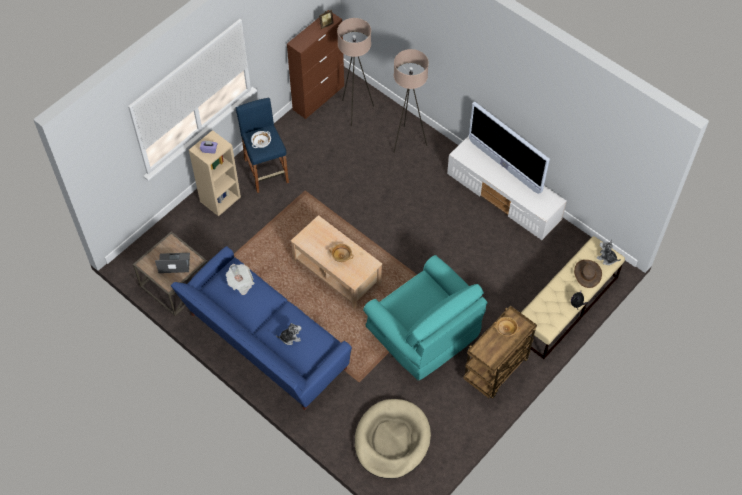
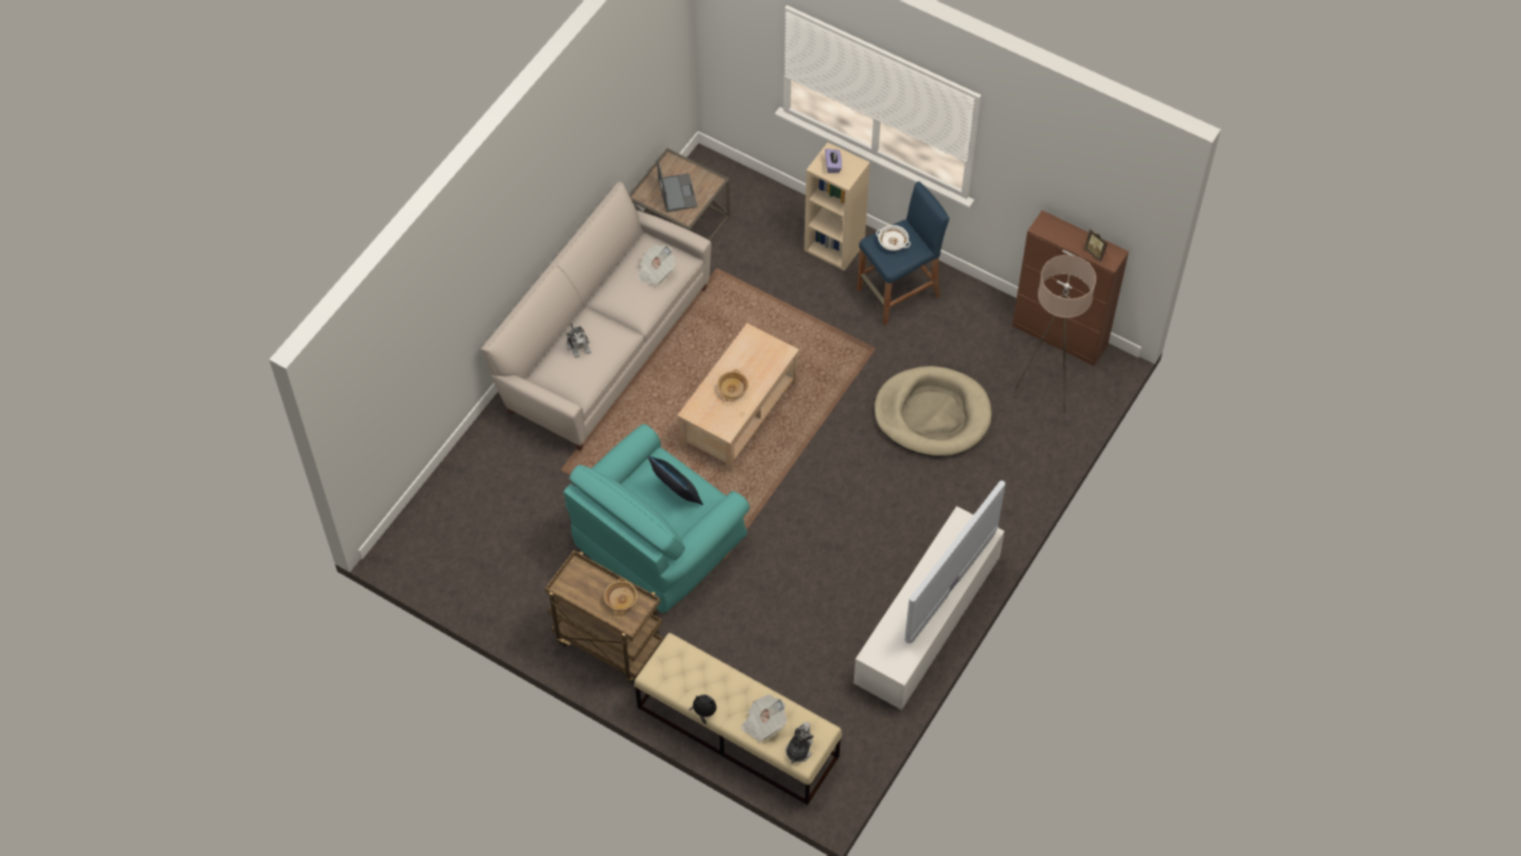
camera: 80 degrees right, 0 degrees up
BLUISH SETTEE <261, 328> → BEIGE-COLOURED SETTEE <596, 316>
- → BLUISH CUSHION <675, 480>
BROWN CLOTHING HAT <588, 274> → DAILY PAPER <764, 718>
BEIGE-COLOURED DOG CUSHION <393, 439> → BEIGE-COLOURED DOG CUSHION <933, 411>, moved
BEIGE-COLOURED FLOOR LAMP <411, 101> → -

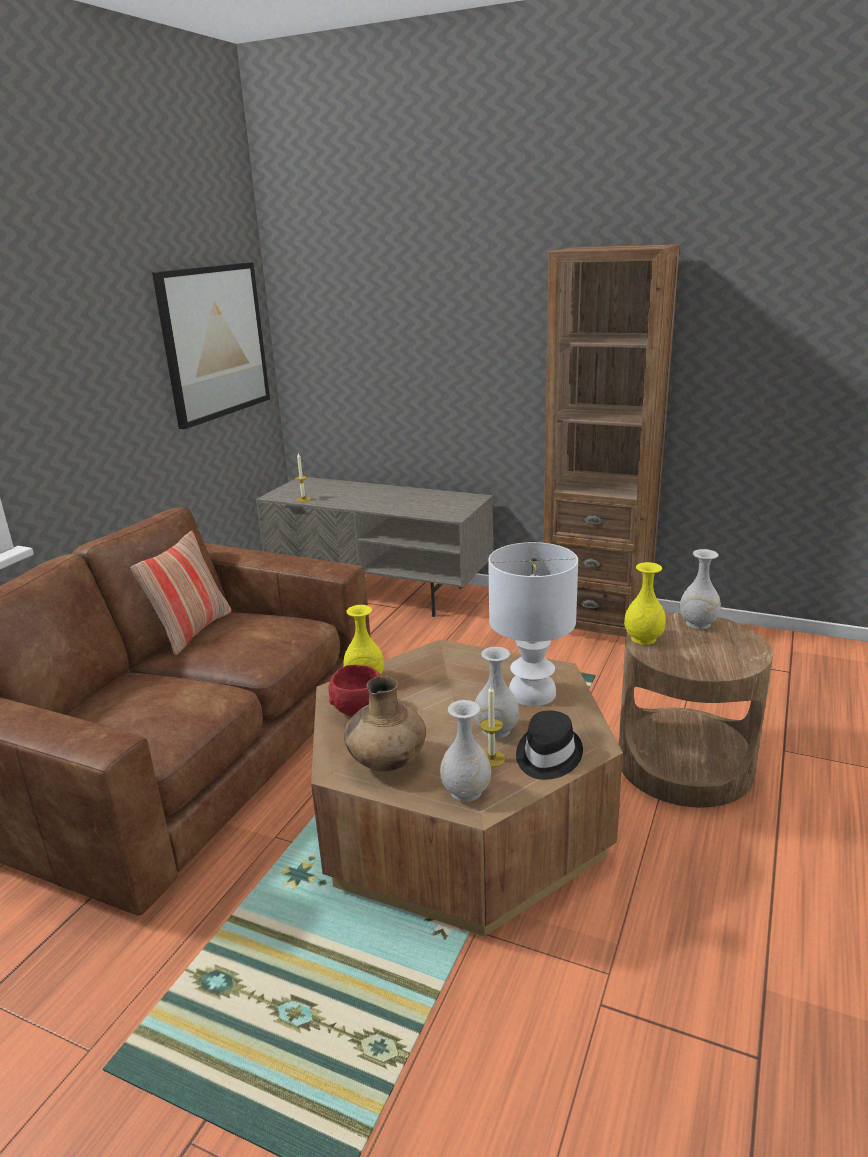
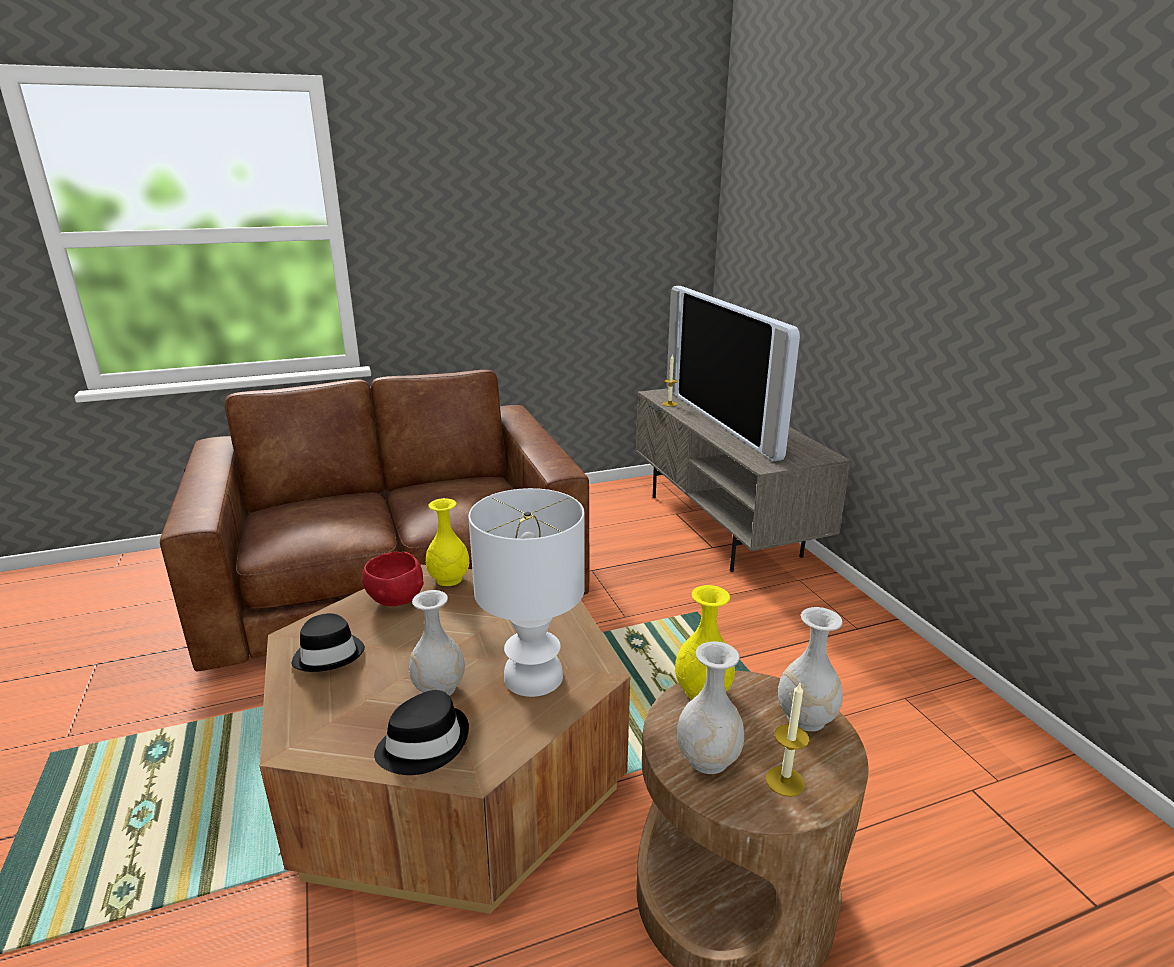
camera: 45 degrees right, 0 degrees up
BROWN VASE <385, 723> → BLACK-COLOURED CLOTHING HAT <328, 642>
- → TELEVISION <733, 373>
WHITE-COLOURED VASE <465, 751> → WHITE-COLOURED VASE <710, 707>, moved
WAX CANDLE <492, 726> → WAX CANDLE <787, 740>, moved
CUSHION <181, 593> → -
WALL PICTURE <211, 345> → -
BROWN BOOKSHELF <612, 440> → -

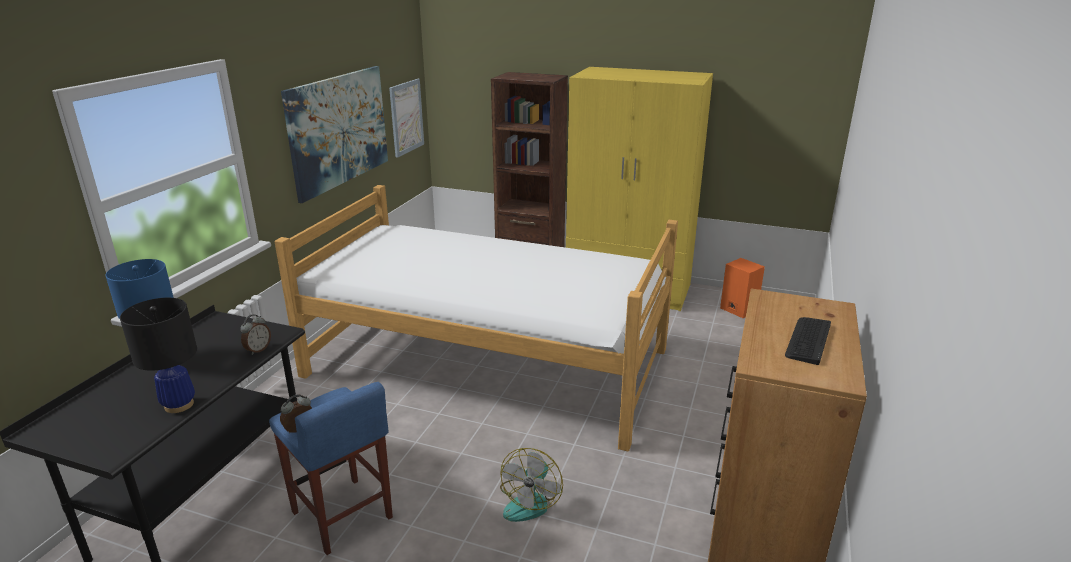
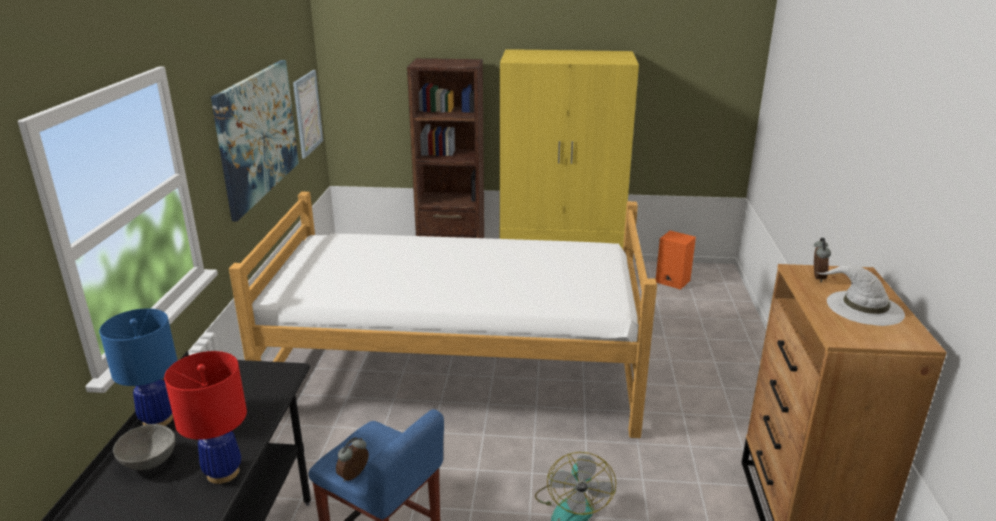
camera: 15 degrees left, 0 degrees up
- → GREYISH DEEP DISH <144, 447>
BLACK-COLOURED LAMP FOR A TABLE <158, 355> → REDDISH LAMP FOR A TABLE <205, 417>
BEDSIDE CLOCK <255, 334> → BEDSIDE CLOCK <822, 260>, moved
COMPUTER KEYBOARD <808, 341> → WHITE-COLOURED CLOTHING HAT <861, 295>

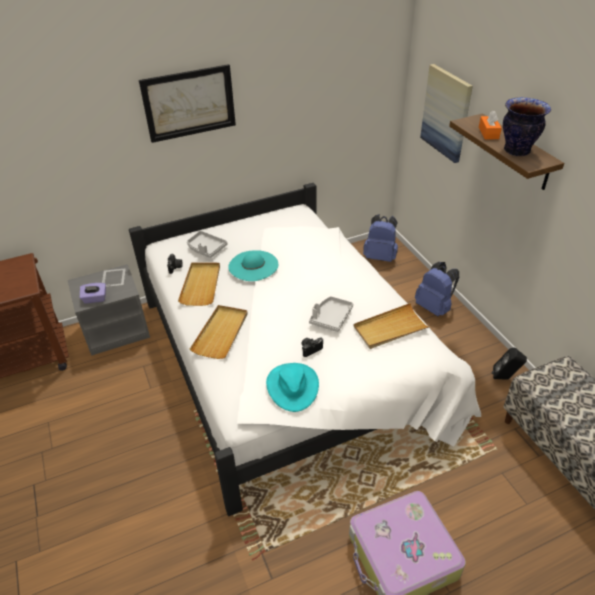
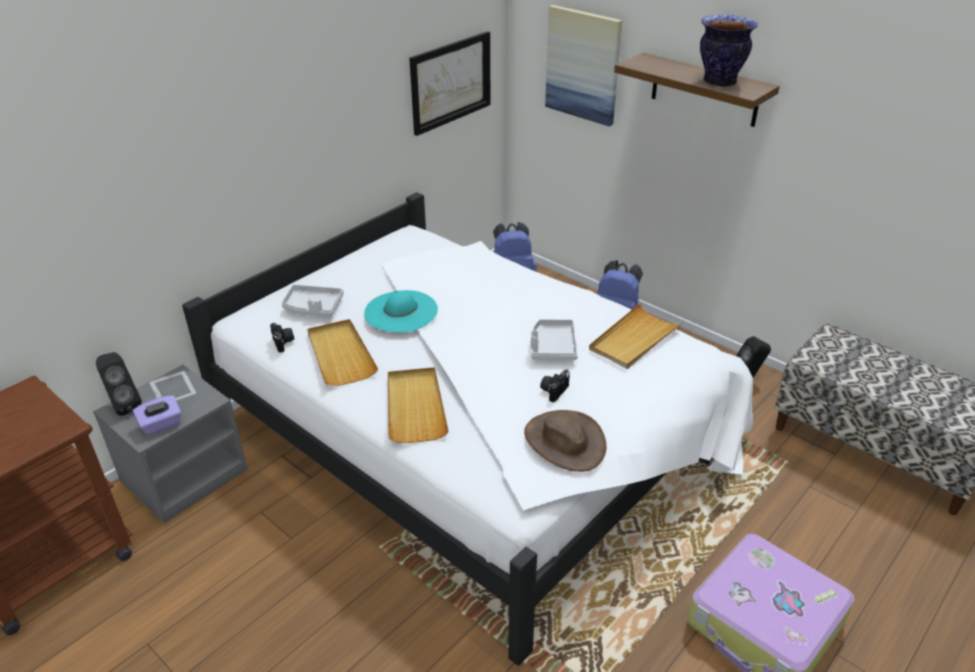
camera: 25 degrees left, 5 degrees down
- → BLACK-COLOURED LOUDSPEAKER <119, 384>
WALL PICTURE <187, 103> → WALL PICTURE <449, 83>, moved
BLUE-GREEN CLOTHING HAT <292, 387> → BROWN CLOTHING HAT <565, 441>
ORANGE BOX OF TISSUES <490, 125> → -

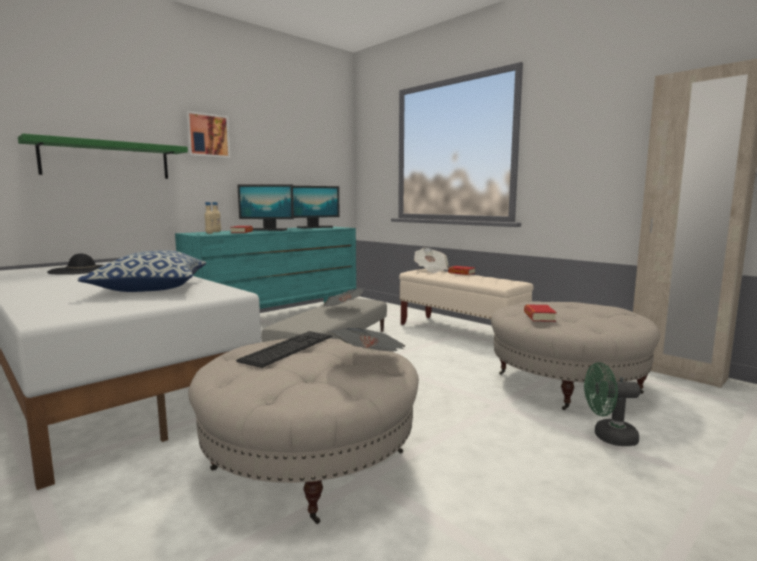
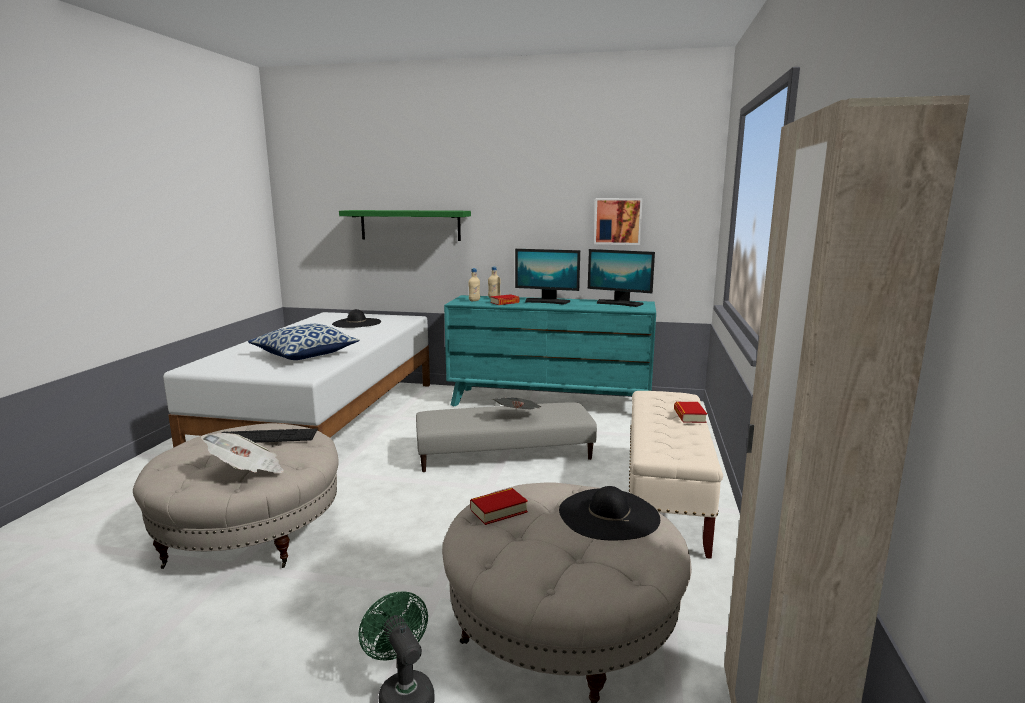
camera: 55 degrees right, 5 degrees up
COMPUTER DISPLAY <265, 207> → COMPUTER DISPLAY <547, 277>, 45 degrees counterclockwise
- → BLACK-COLOURED CLOTHING HAT <609, 513>
WALL PICTURE <207, 134> → WALL PICTURE <618, 221>, moved
DAILY PAPER <431, 260> → -

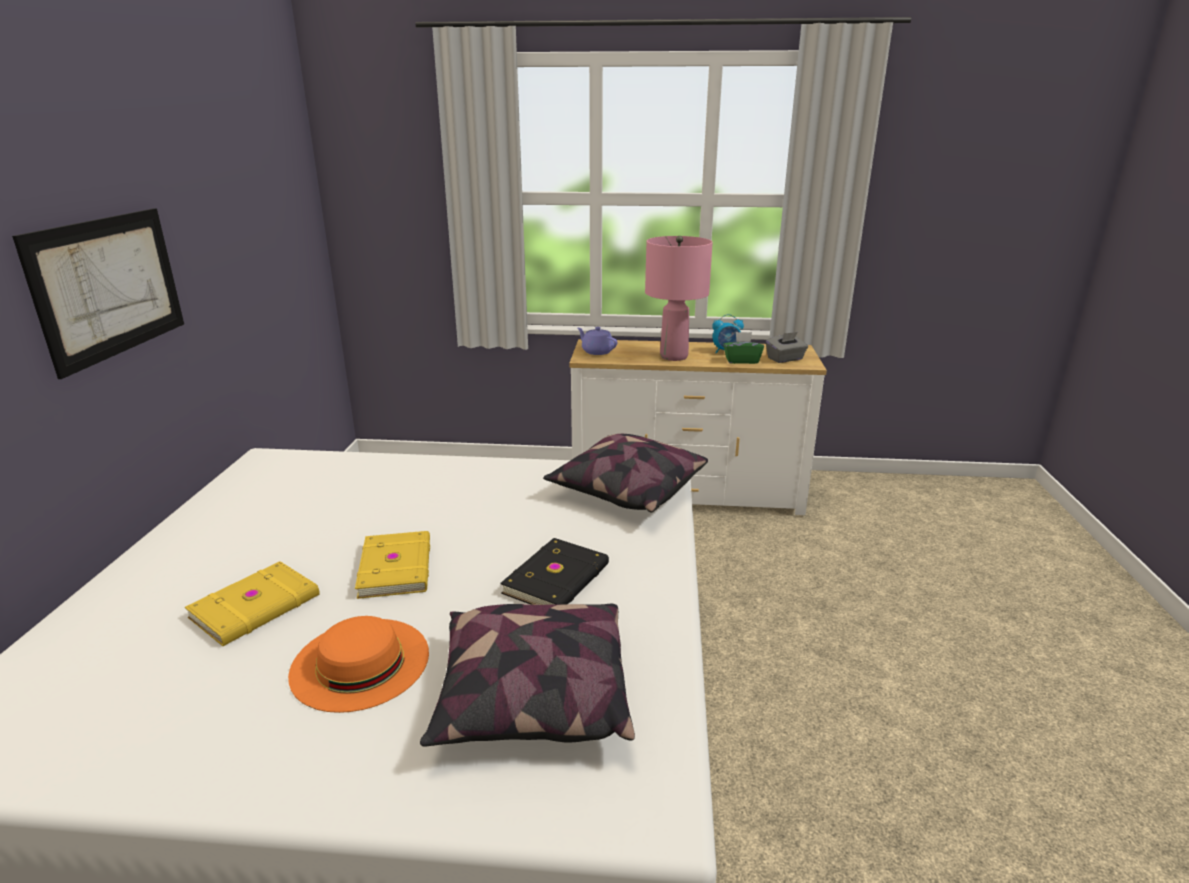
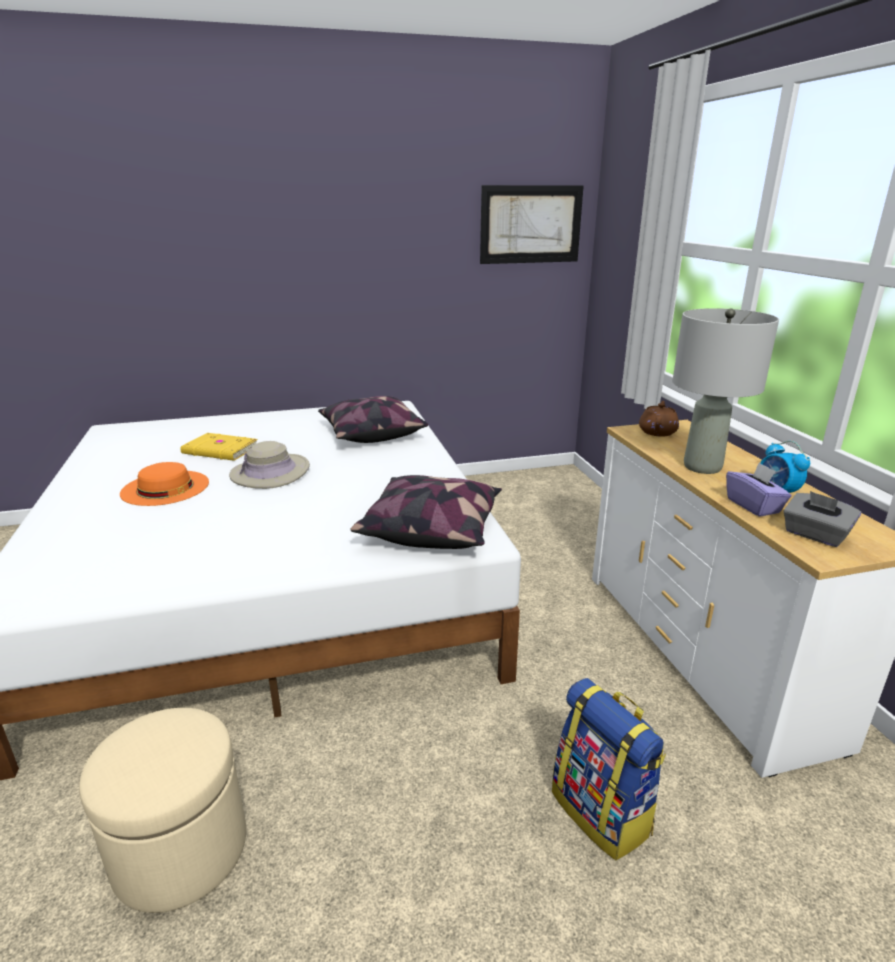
camera: 70 degrees right, 0 degrees up
- → BEIGE-COLOURED POUFFE <162, 810>
YELLOW BOUND BOOK <392, 565> → BEIGE-COLOURED CLOTHING HAT <269, 465>
CUSHION <527, 675> → CUSHION <373, 419>, moved
WALL PICTURE <98, 293> → WALL PICTURE <532, 224>, moved
- → RUCKSACK <609, 769>
PURPLE-COLOURED TEAPOT <597, 341> → BROWN TEAPOT <659, 419>
PINK-COLOURED LAMP FOR A TABLE <679, 298> → GREYISH LAMP FOR A TABLE <726, 391>
GREEN BOX OF TISSUES <743, 348> → PURPLE-COLOURED BOX OF TISSUES <758, 489>
BLACK-COLOURED BOUND BOOK <554, 571> → -

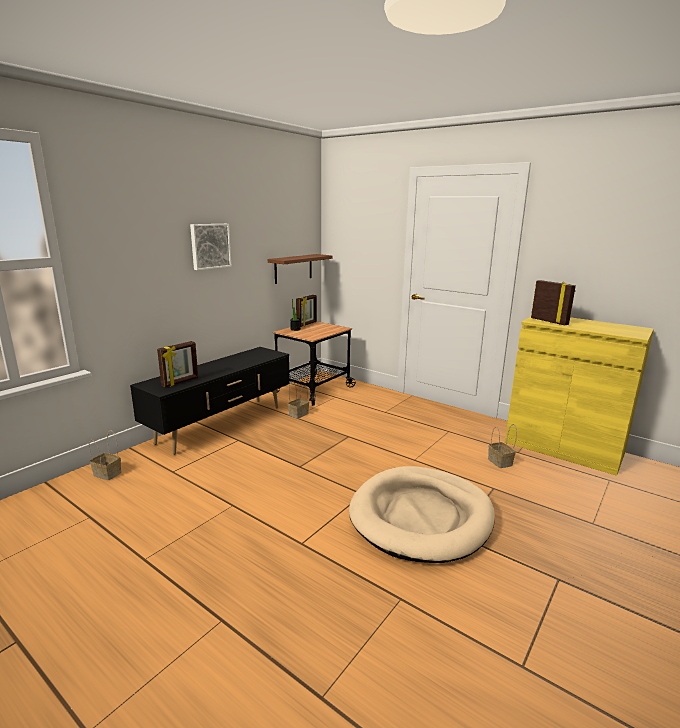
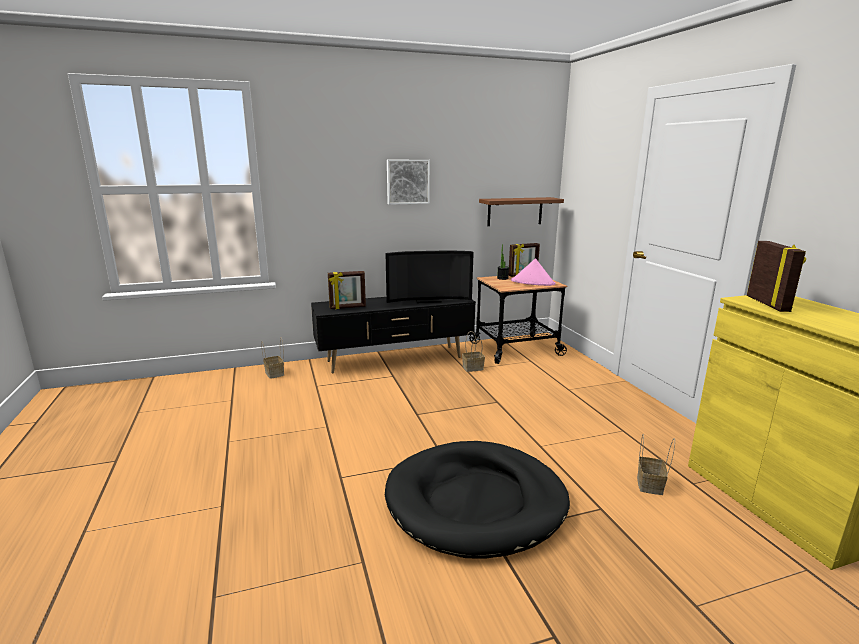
camera: 35 degrees right, 0 degrees up
- → TELEVISION <429, 277>
BEIGE-COLOURED DOG CUSHION <422, 514> → BLACK-COLOURED DOG CUSHION <477, 500>
- → PINK-COLOURED CLOTHING HAT <533, 272>

